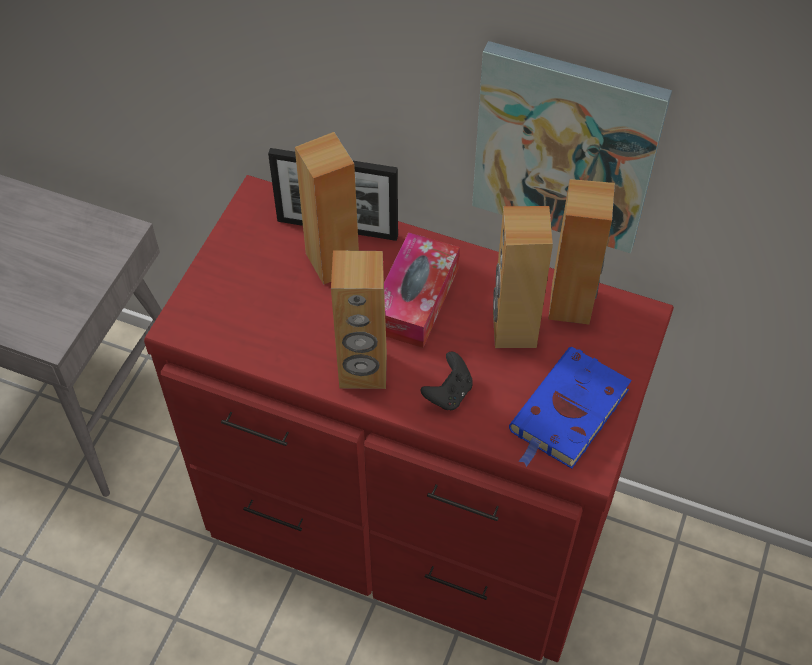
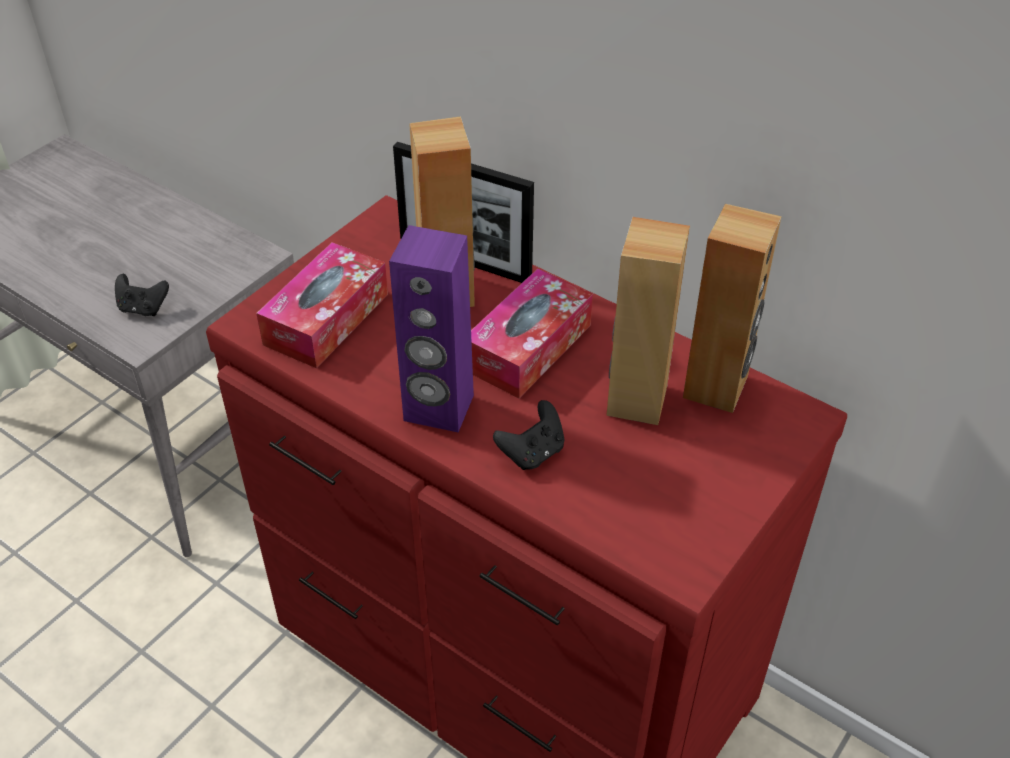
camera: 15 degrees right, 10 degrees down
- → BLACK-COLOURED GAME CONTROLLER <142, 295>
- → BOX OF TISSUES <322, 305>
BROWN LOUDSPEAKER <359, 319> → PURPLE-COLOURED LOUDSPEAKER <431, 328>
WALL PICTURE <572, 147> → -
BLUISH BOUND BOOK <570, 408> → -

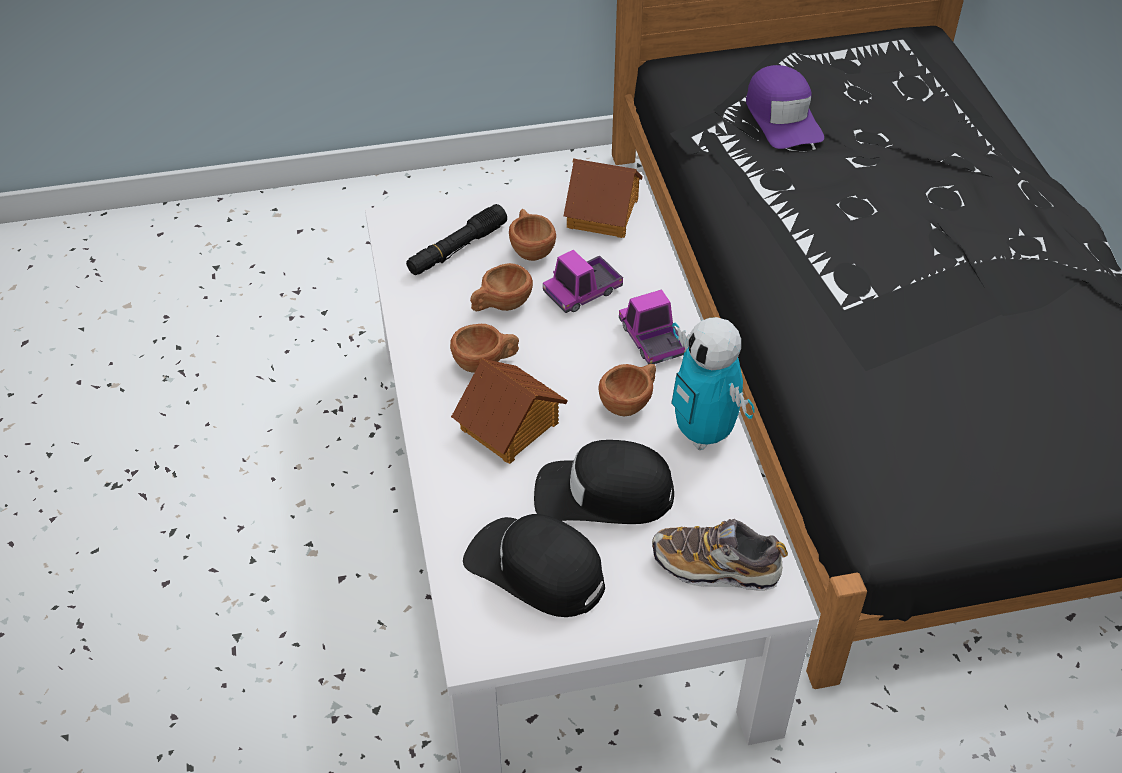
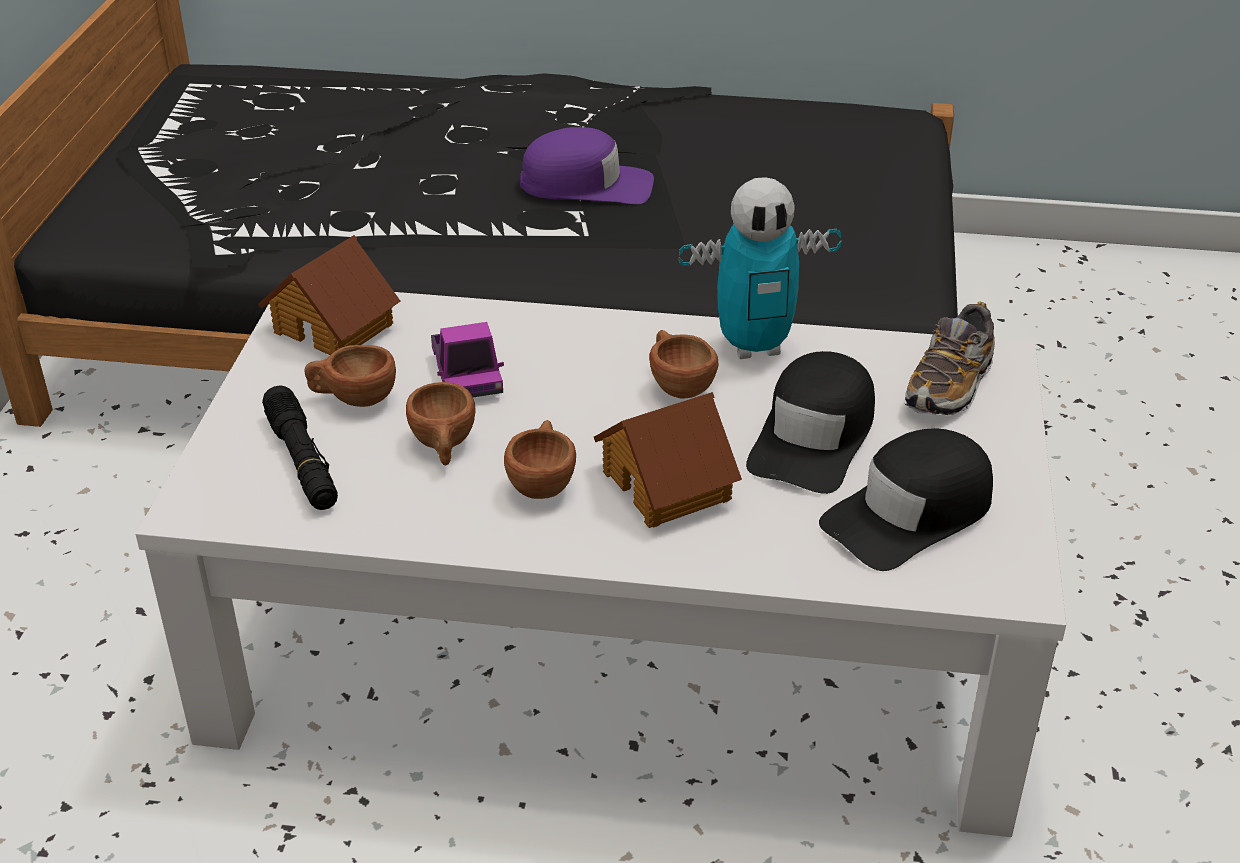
camera: 70 degrees left, 10 degrees down
PURPLE-COLOURED PEAKED CAP <785, 107> → PURPLE-COLOURED PEAKED CAP <587, 165>, moved
MODEL TRUCK <652, 326> → -

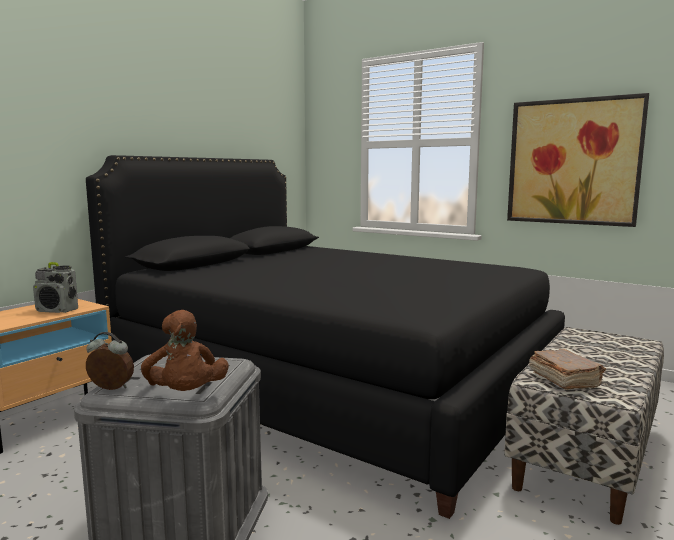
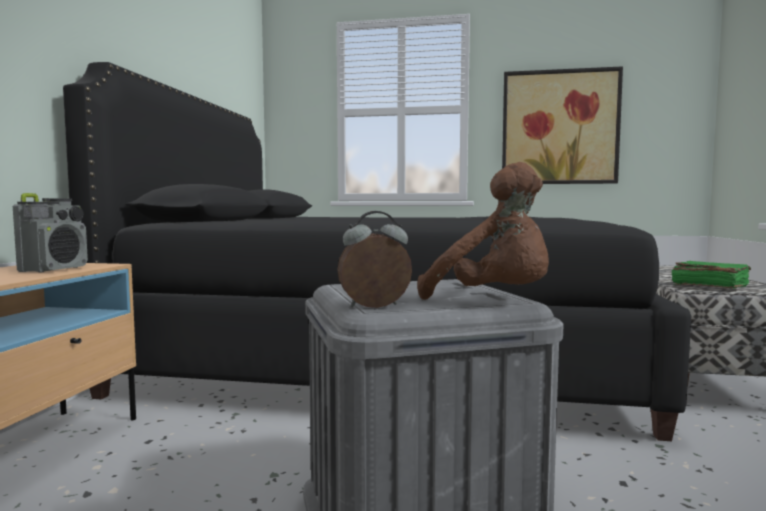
camera: 25 degrees left, 5 degrees down
RADIO SET <55, 287> → RADIO SET <50, 232>, 60 degrees counterclockwise
BROWN BOUND BOOK <567, 369> → GREEN BOUND BOOK <711, 275>

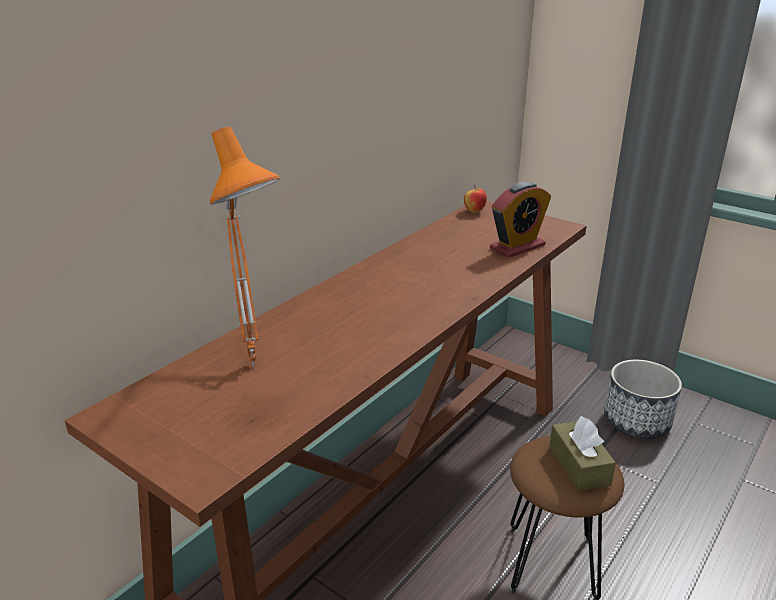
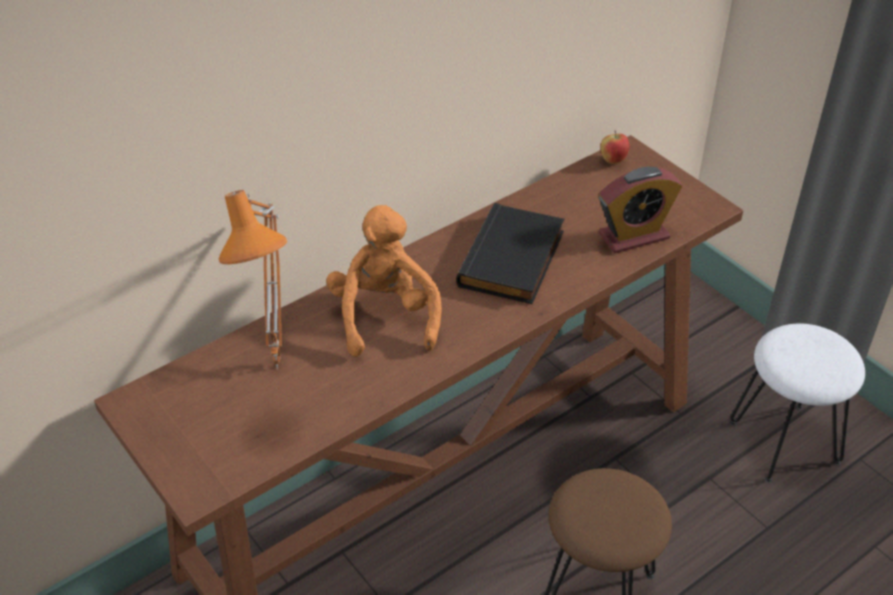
camera: 15 degrees right, 15 degrees up
- → ORANGE PLUSH TOY <384, 281>
- → BLACK-COLOURED BOUND BOOK <510, 253>
PLANTER <643, 399> → WHITE-COLOURED STOOL SEAT <797, 403>
BROWN BOX OF TISSUES <582, 453> → -

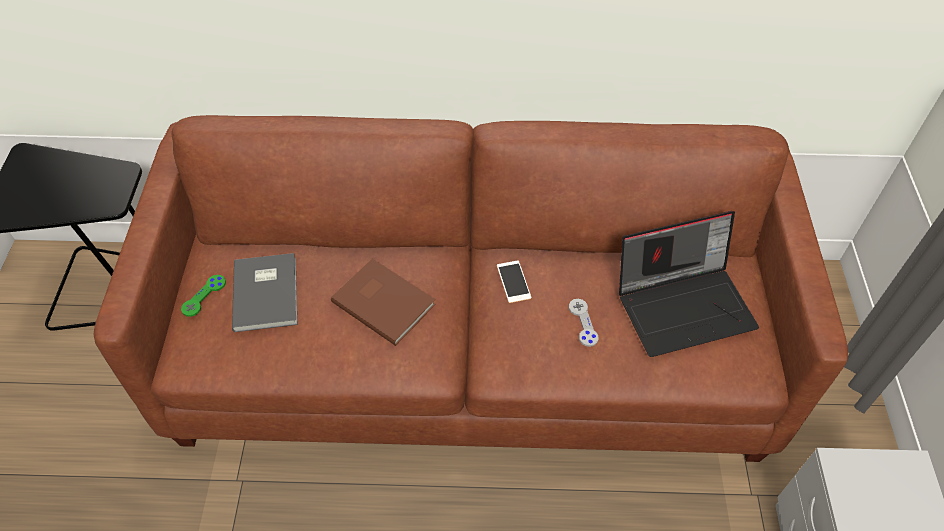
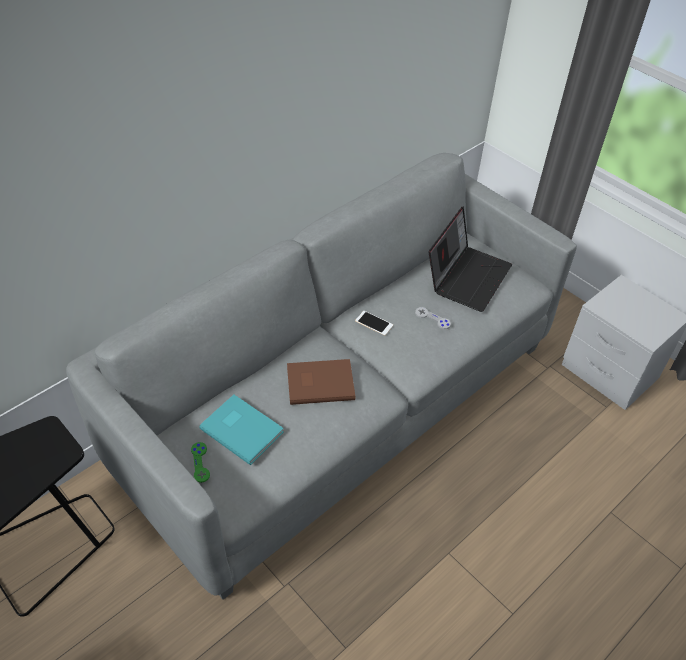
camera: 45 degrees left, 5 degrees down
BROWN SETTEE <471, 288> → GREYISH SETTEE <321, 376>
GREYISH BOUND BOOK <264, 292> → BLUE-GREEN BOUND BOOK <241, 430>

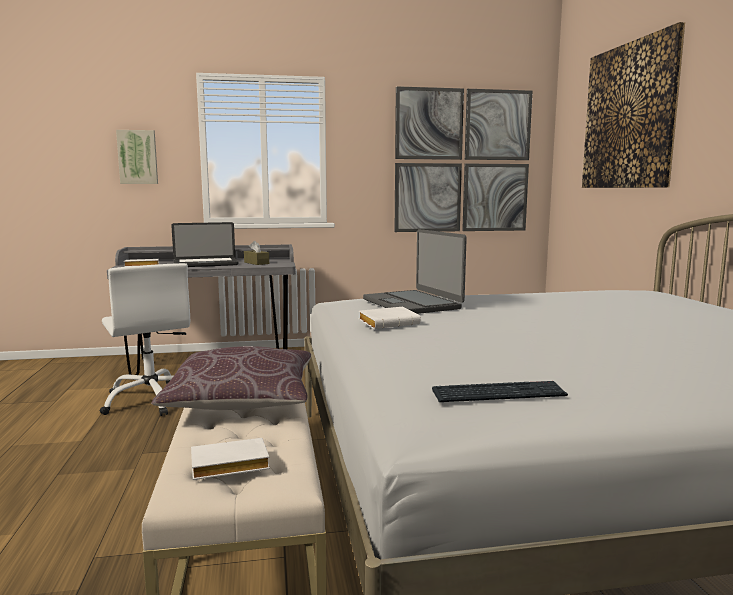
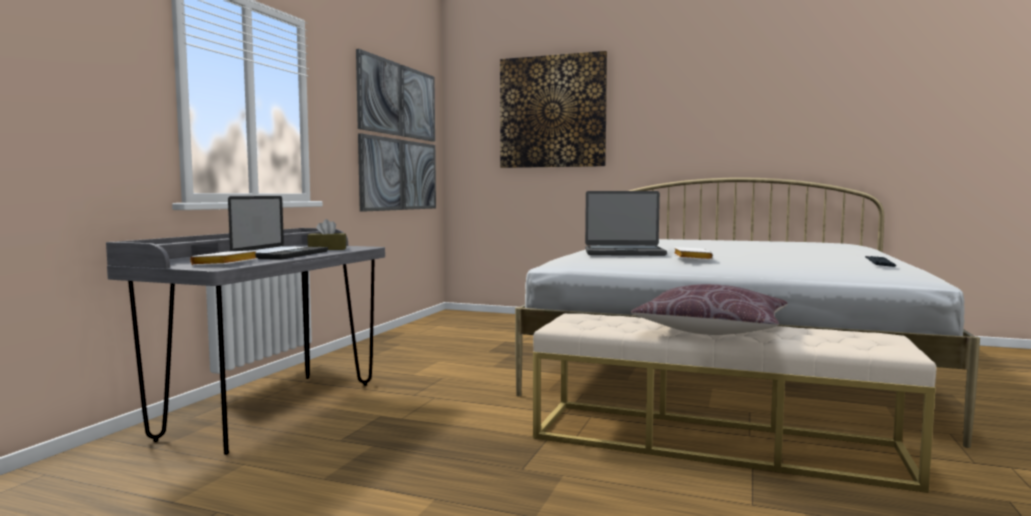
camera: 60 degrees left, 5 degrees down
WHITE-COLOURED COMPUTER CHAIR <145, 339> → -
WALL PICTURE <137, 157> → -
WHITE-COLOURED BOUND BOOK <230, 459> → -

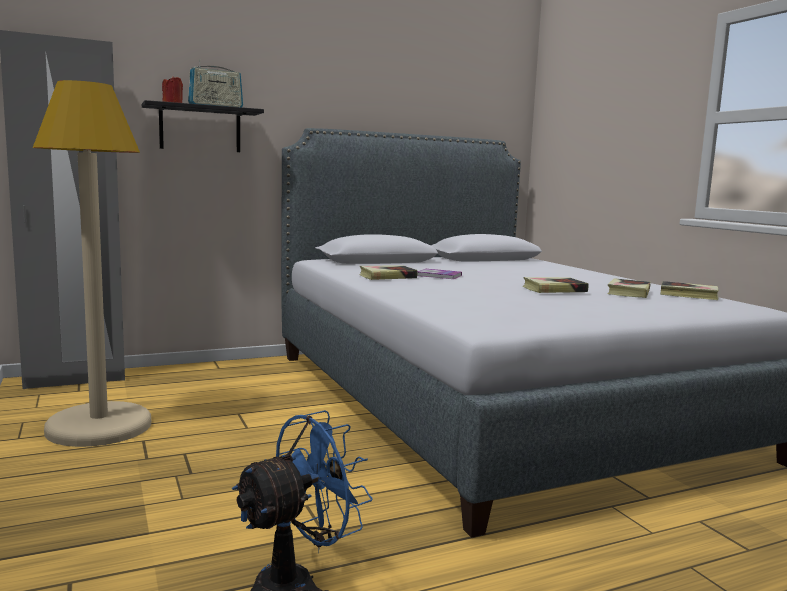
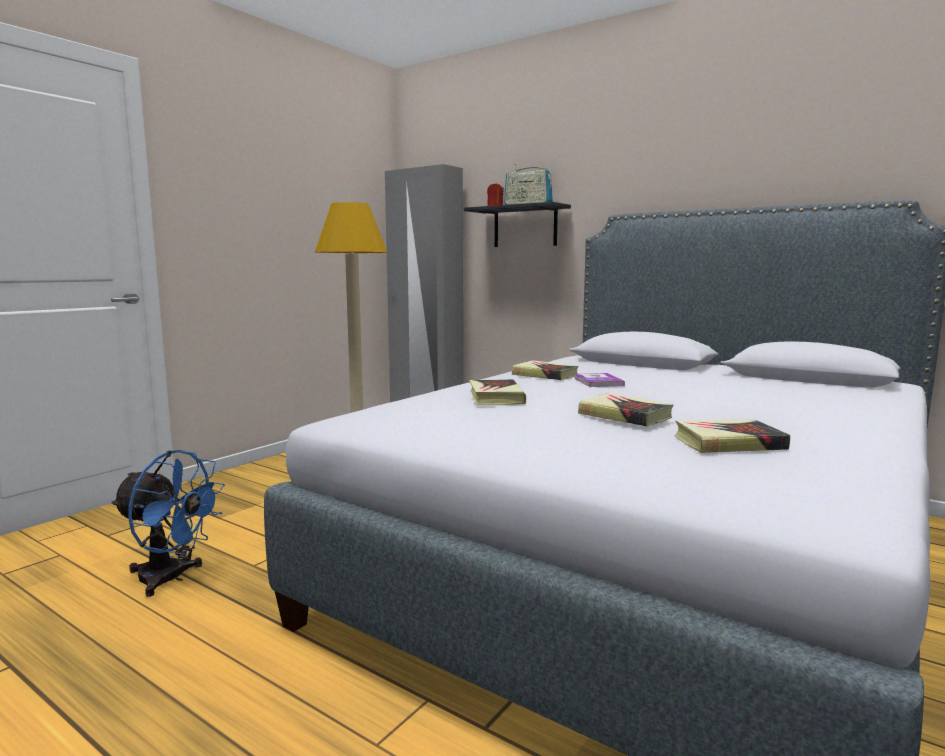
camera: 60 degrees right, 0 degrees up
BOUND BOOK <689, 290> → BOUND BOOK <497, 392>, moved

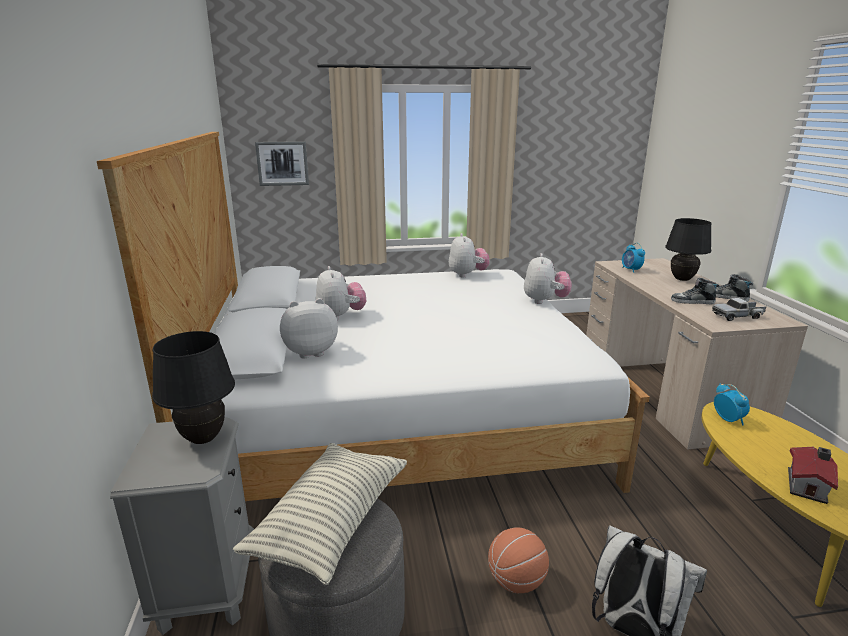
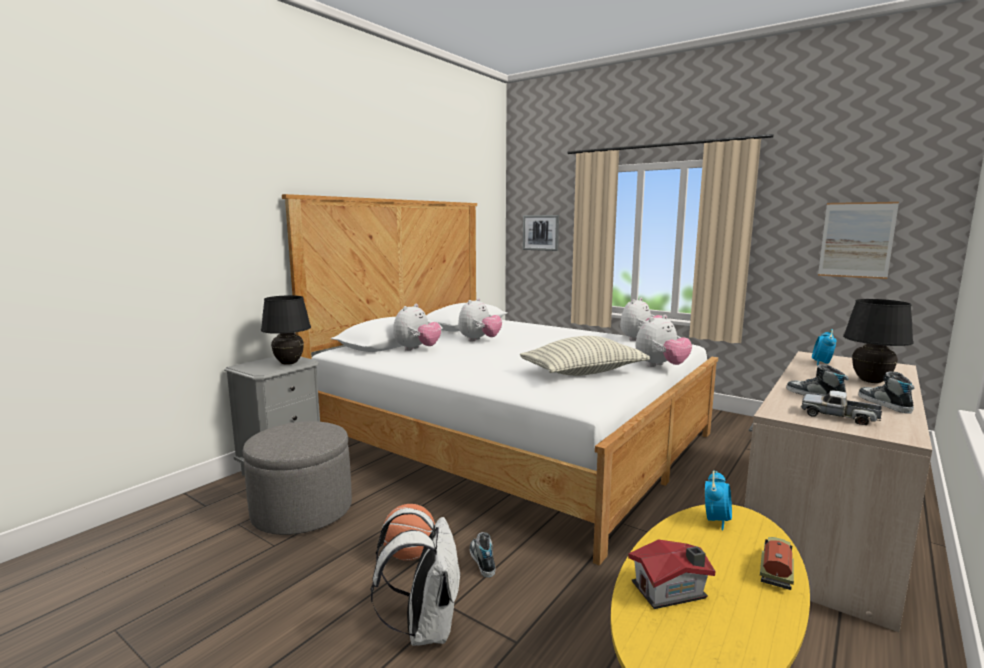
camera: 45 degrees right, 10 degrees down
PLUSH TOY <309, 328> → PLUSH TOY <417, 327>, 90 degrees clockwise
- → LOW SHOE <482, 555>
CUSHION <320, 514> → CUSHION <585, 356>, moved
- → MODEL TRUCK <777, 563>
- → WALL PICTURE <858, 240>

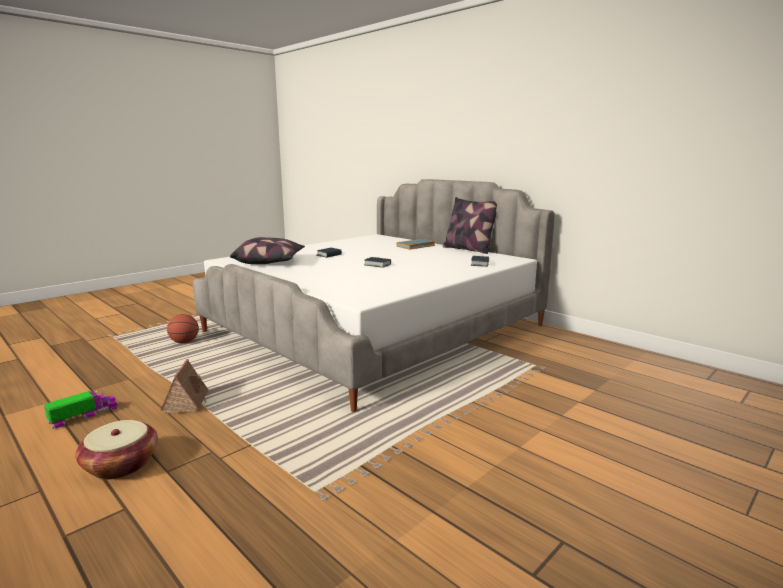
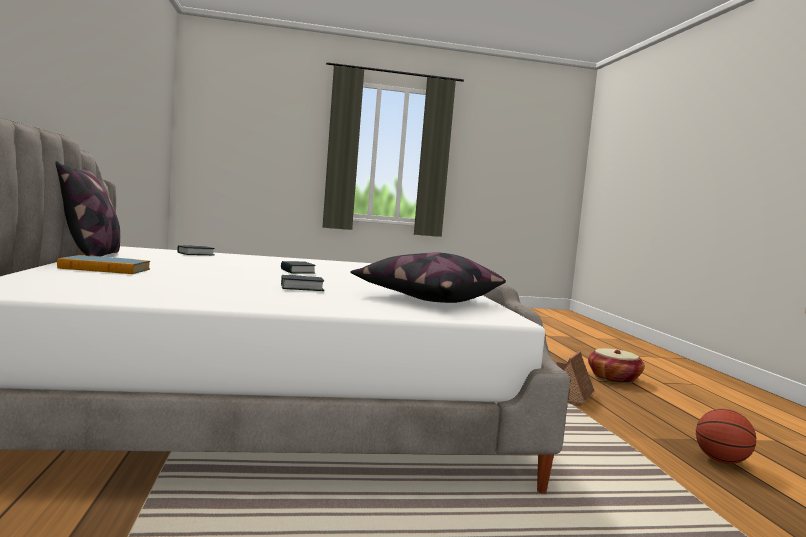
camera: 145 degrees left, 10 degrees down
BASKETBALL <183, 328> → BASKETBALL <726, 436>, moved
MODEL TRUCK <81, 410> → -

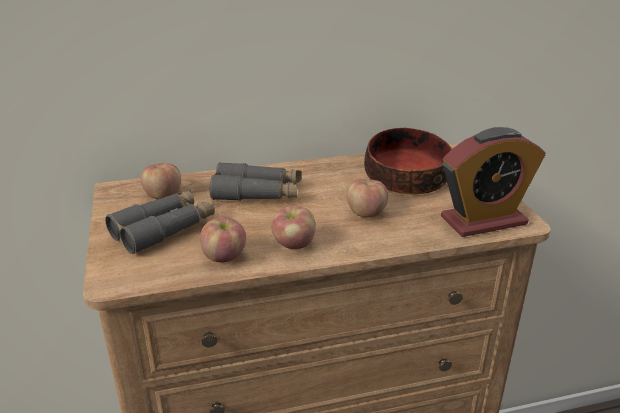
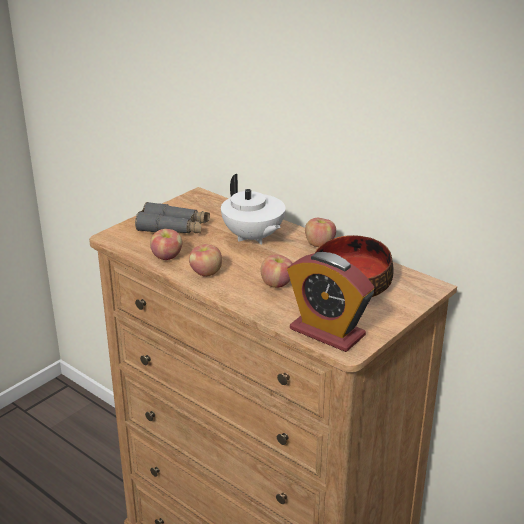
camera: 55 degrees right, 0 degrees up
GREYISH FIELD GLASSES <255, 181> → WHITE-COLOURED TEAPOT <253, 209>
WHOLE APPLE <161, 181> → WHOLE APPLE <320, 232>, moved

